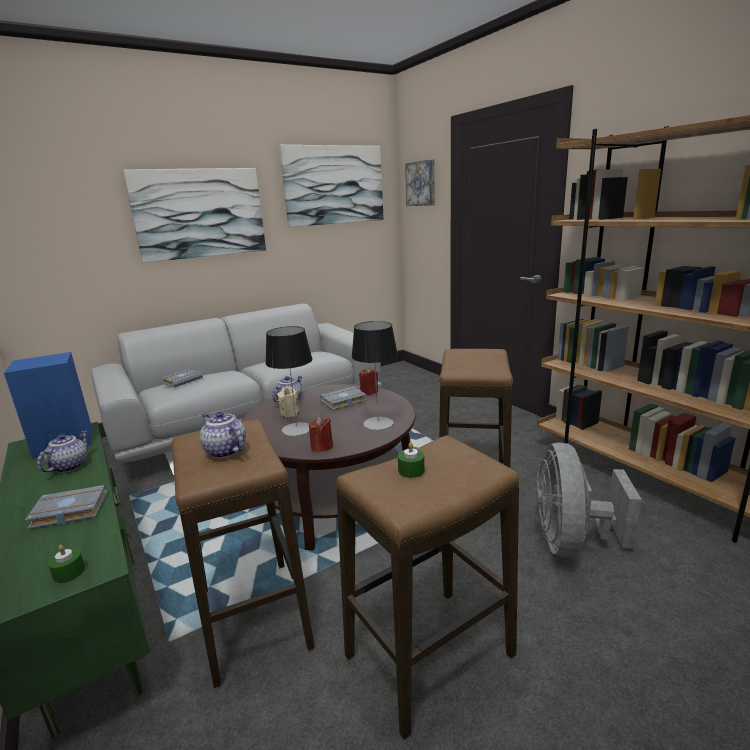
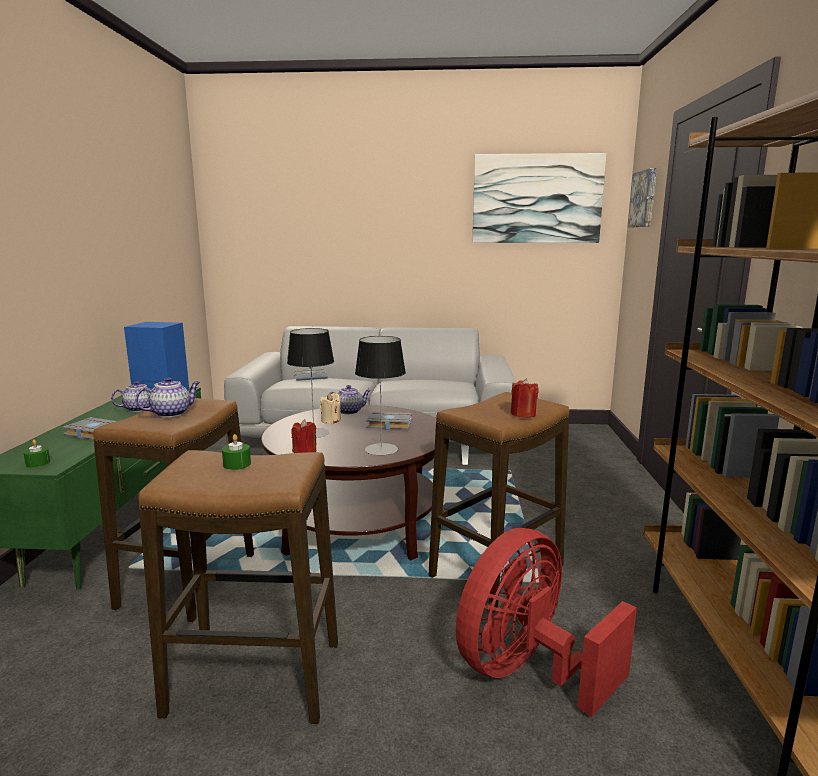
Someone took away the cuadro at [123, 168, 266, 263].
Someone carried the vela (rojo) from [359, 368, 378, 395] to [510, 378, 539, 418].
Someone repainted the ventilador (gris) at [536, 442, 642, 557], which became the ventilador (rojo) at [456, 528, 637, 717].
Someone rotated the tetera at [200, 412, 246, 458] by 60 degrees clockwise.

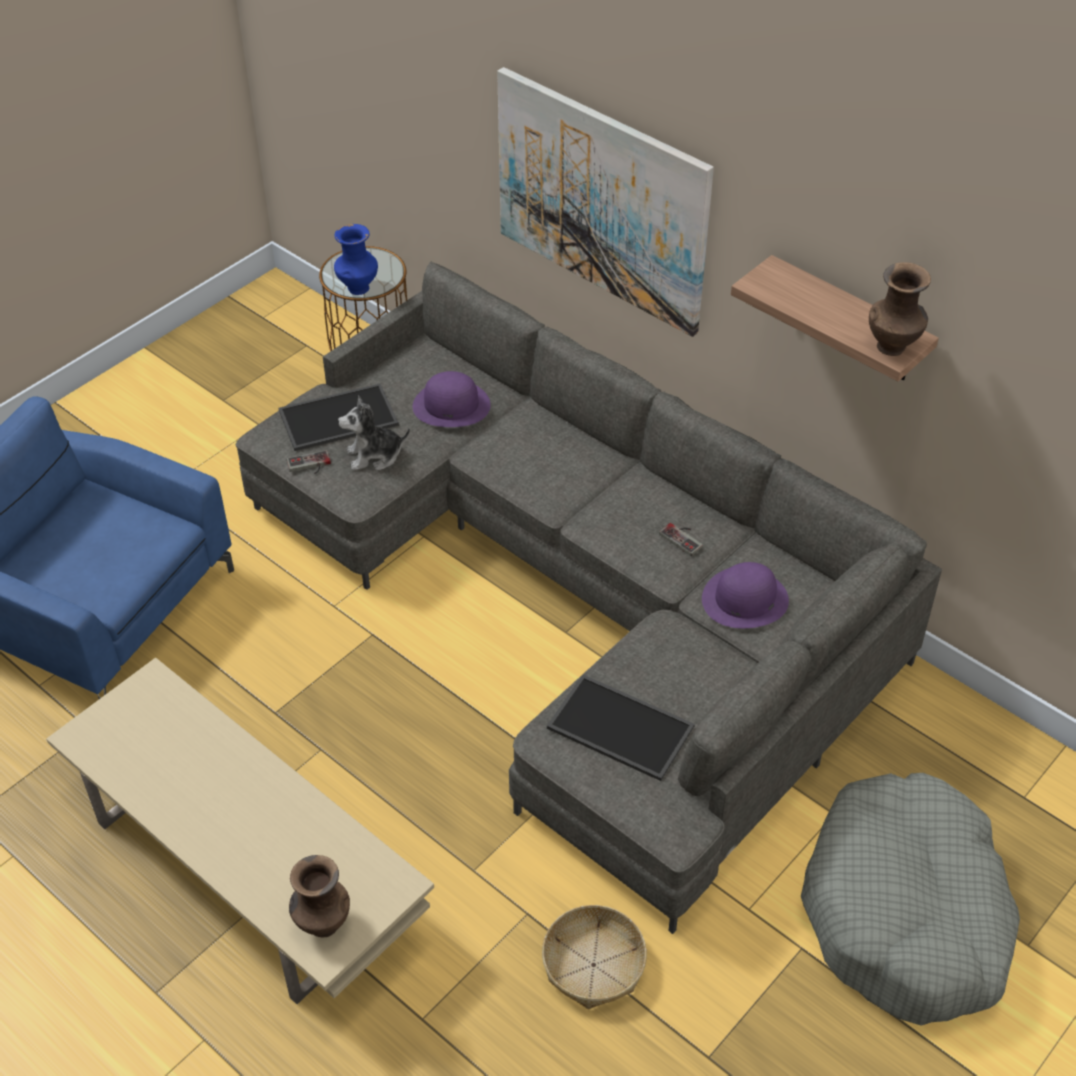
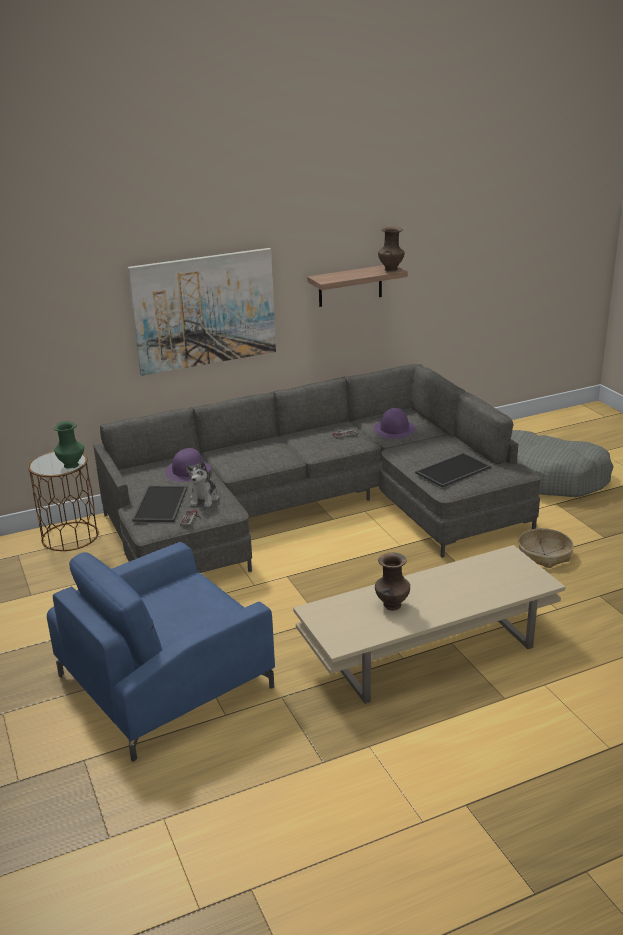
Someone carried the florero (marrón) from [289, 855, 350, 938] to [375, 553, 410, 611].
Someone repainted the florero (azul) at [334, 224, 378, 295], which became the florero (verde) at [53, 421, 84, 469].

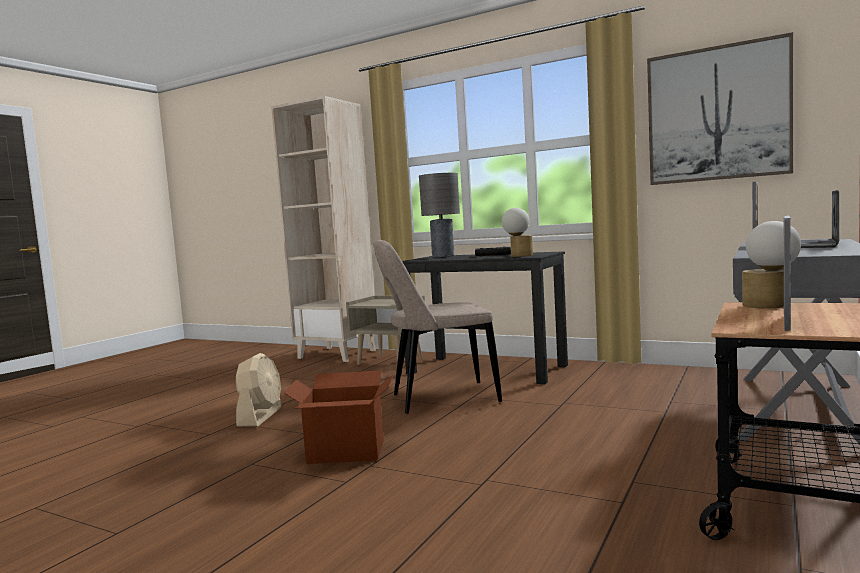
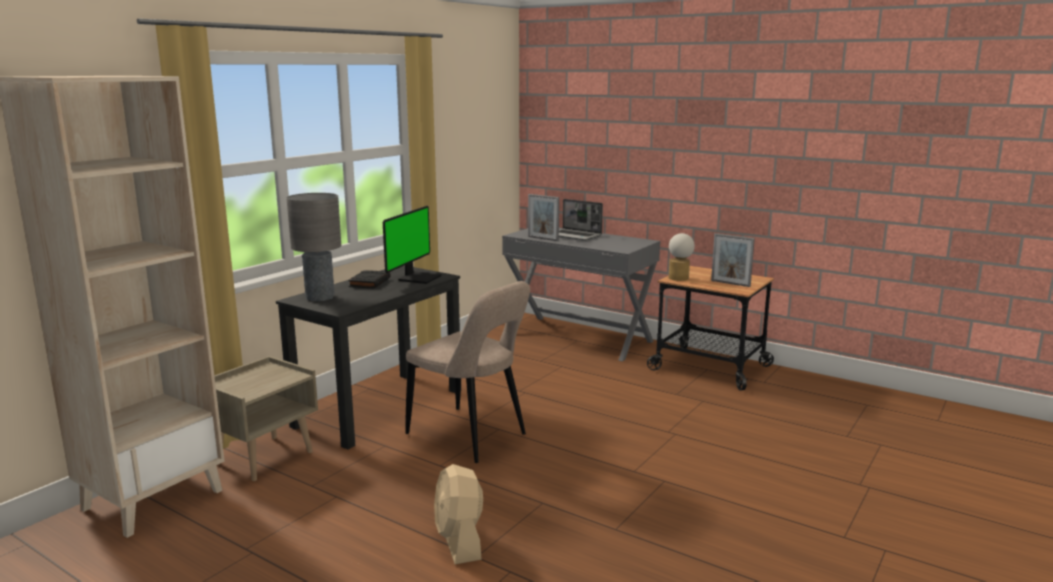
Someone took away the caja de cartón at [284, 371, 394, 464].
Someone took away the cuadro at [647, 32, 793, 185].
Someone swapped the lámpara de mesa at [502, 208, 533, 257] for the monitor at [383, 206, 442, 284].
Someone rotated the ventilador (beis) at [236, 353, 282, 427] by 120 degrees counterclockwise.
Someone rotated the silla (beis) at [373, 240, 502, 414] by 45 degrees counterclockwise.

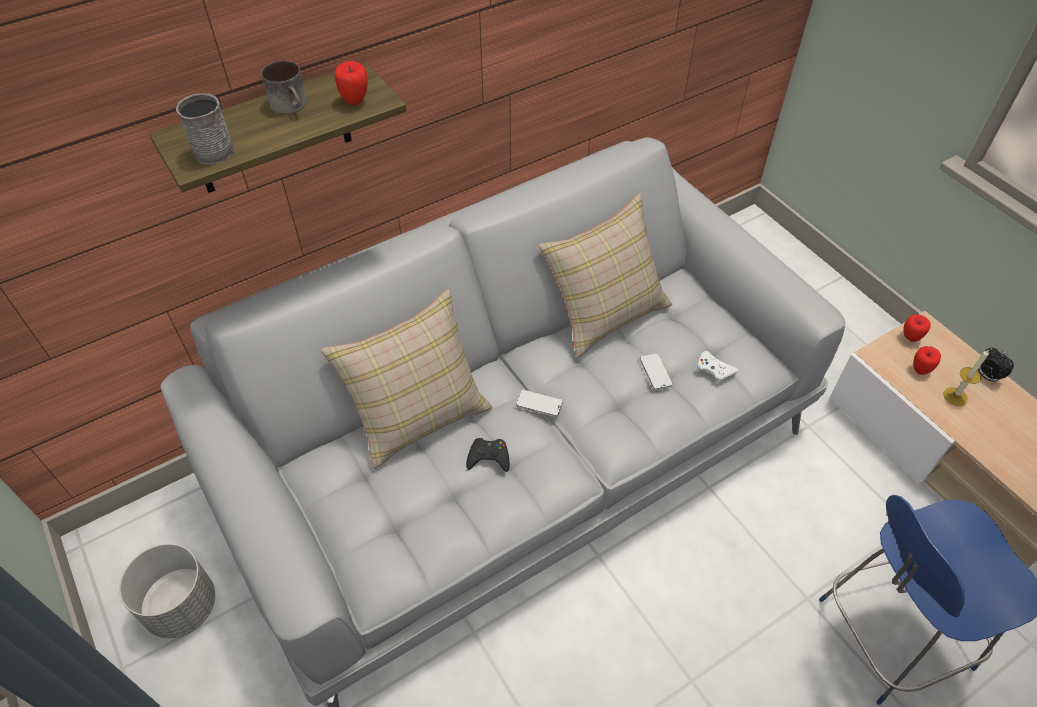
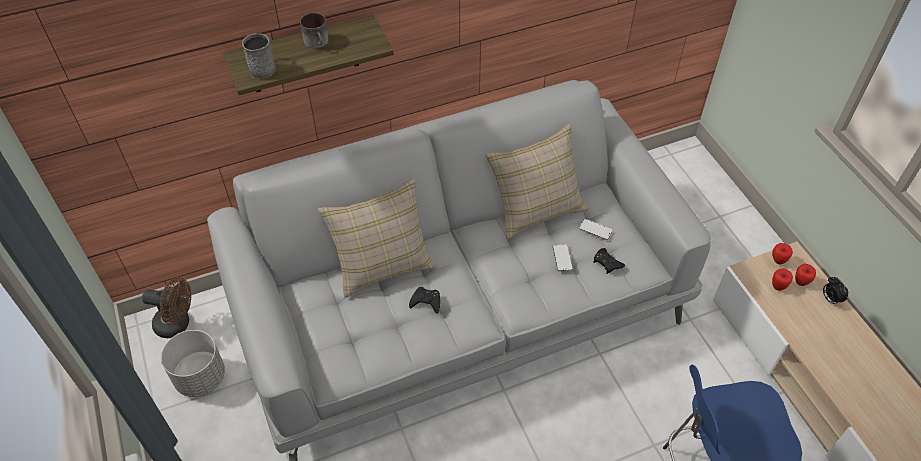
Someone took away the vela at [943, 350, 989, 406].
Someone put down the ventilador (marrón) at [142, 277, 191, 338].
Someone carried the manzana from [335, 61, 368, 105] to [795, 264, 816, 286].
Someone carried the móvil from [516, 390, 563, 417] to [579, 219, 613, 240].
Someone repainted the mando de consola (blanco) at [697, 351, 739, 384], which became the mando de consola (negro) at [593, 248, 625, 274].

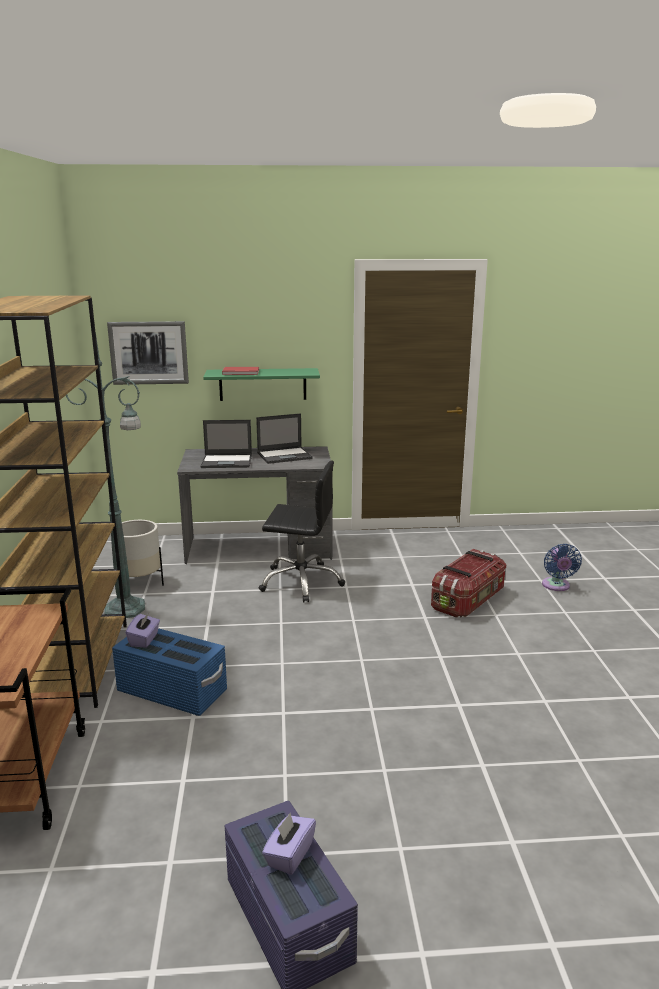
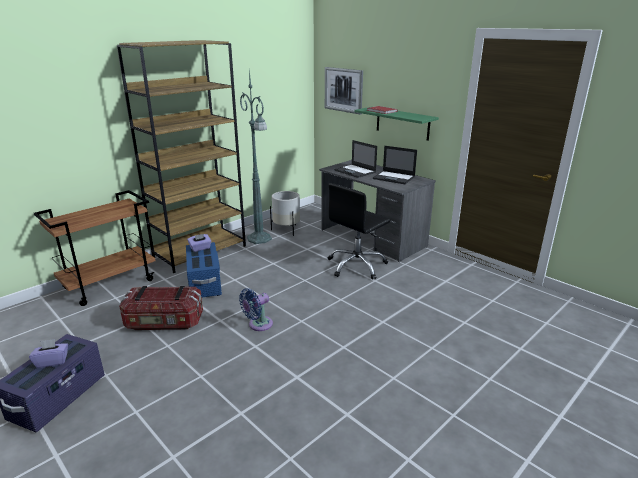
Someone carried the caja de almacenaje from [431, 549, 506, 618] to [119, 286, 203, 330].
Someone carried the ventilador (azul) from [542, 544, 582, 591] to [239, 288, 273, 331].
Someone rotated the silla de oficina (negro) at [259, 460, 345, 603] by 75 degrees clockwise.

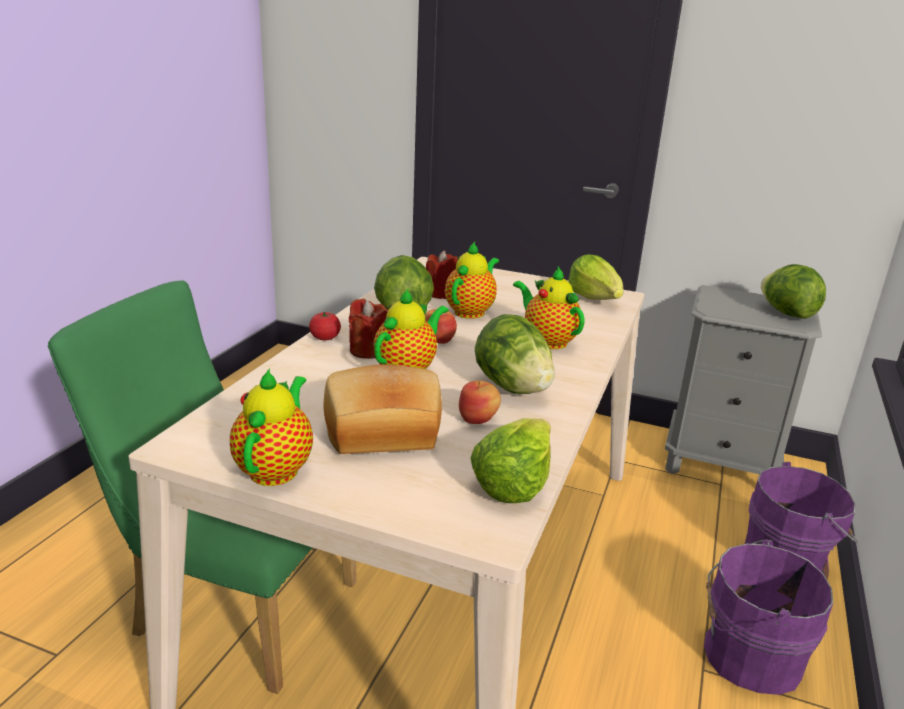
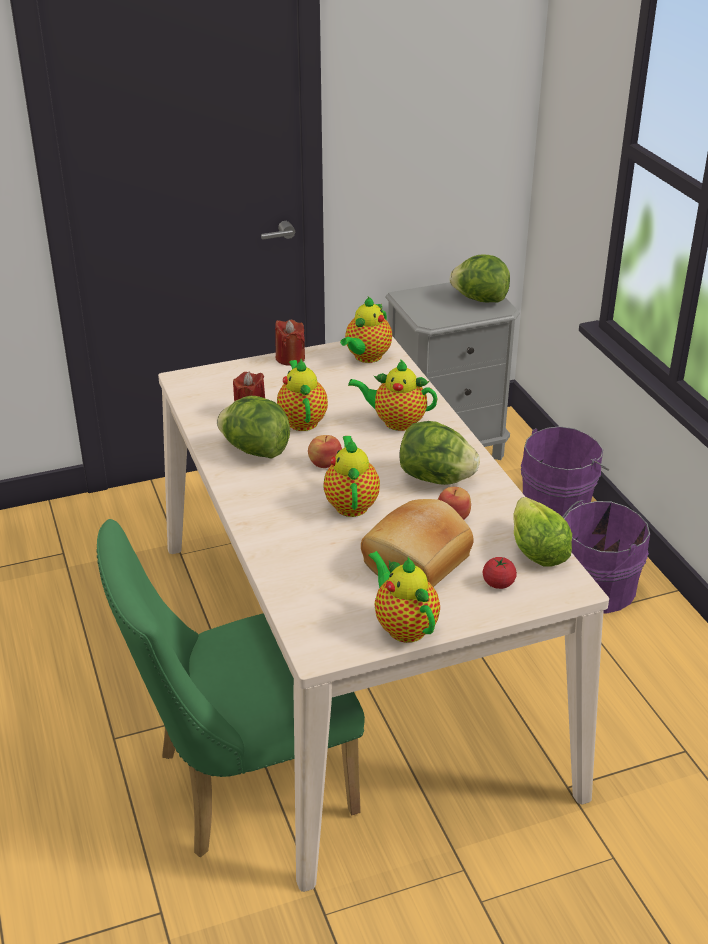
Someone carried the tomate from [309, 312, 341, 340] to [483, 557, 517, 589].
Someone carried the vela (rojo) from [349, 299, 387, 359] to [275, 320, 305, 366].
Someone swapped the lechuga at [569, 254, 624, 300] for the tetera at [340, 297, 392, 363].

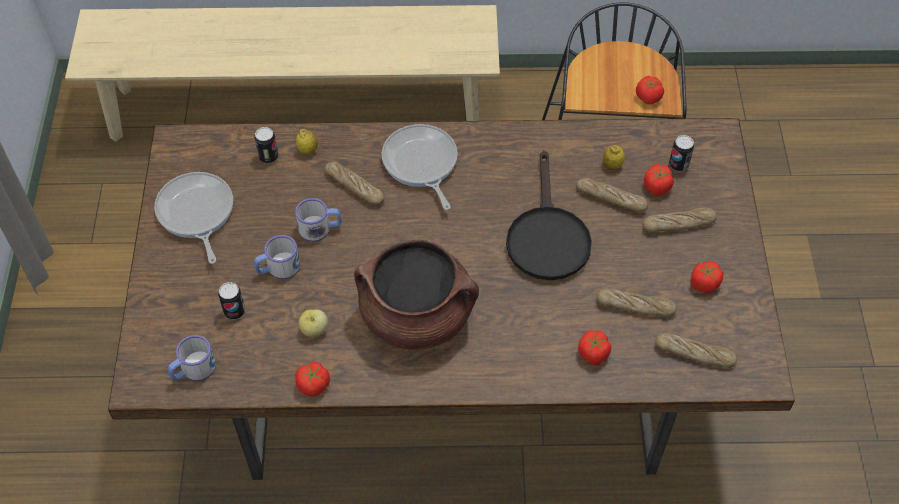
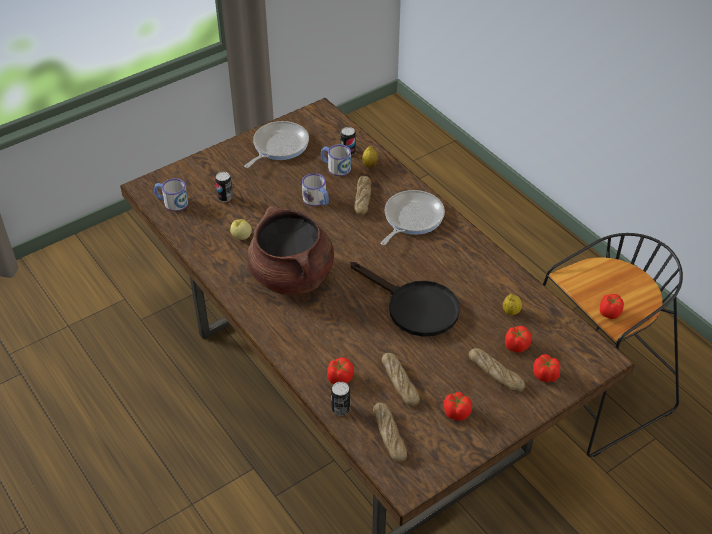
Someone took away the banco (beis) at [65, 5, 500, 142].
Someone took away the pan at [576, 178, 648, 212].
Someone carried the taza grande from [254, 235, 300, 279] to [321, 144, 351, 176].
Someone carried the tomate from [295, 362, 330, 396] to [533, 354, 560, 382].
Someone carried the lata from [669, 135, 694, 172] to [331, 382, 350, 416].
Someone rotated the sartén (negro) at [506, 150, 592, 280] by 105 degrees counterclockwise.

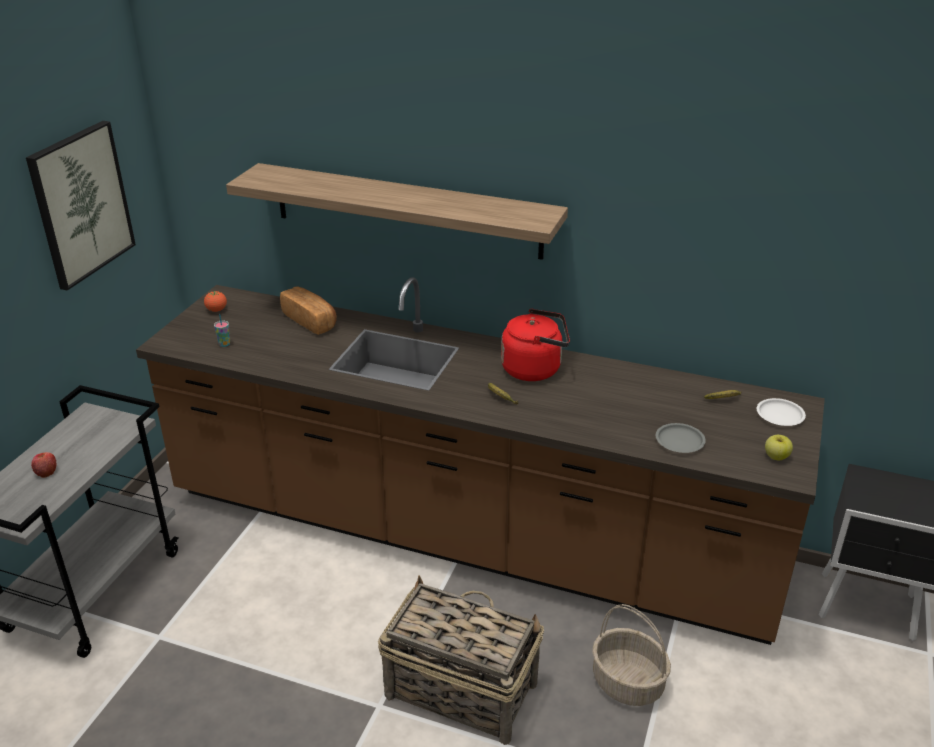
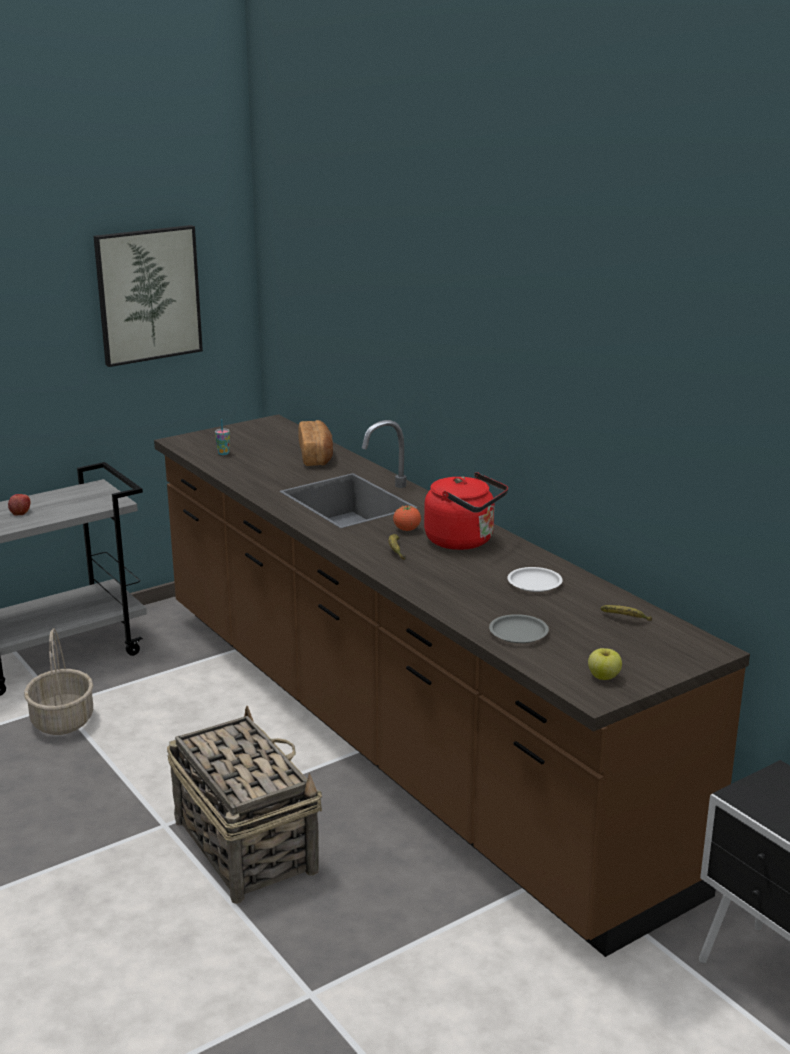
Someone took away the estante at [226, 163, 568, 260].
Someone carried the tomate from [204, 291, 227, 312] to [393, 505, 421, 531].
Someone carried the cesta from [592, 604, 671, 706] to [24, 628, 93, 735].
Someone carried the plato (blanco) from [757, 398, 806, 426] to [507, 567, 563, 592].

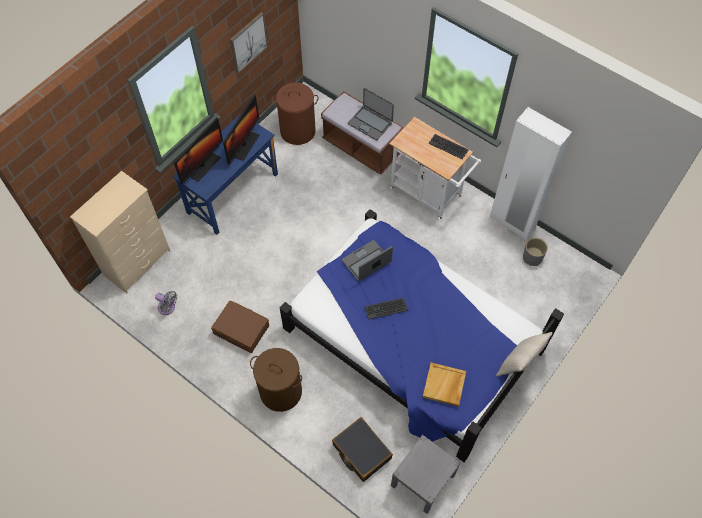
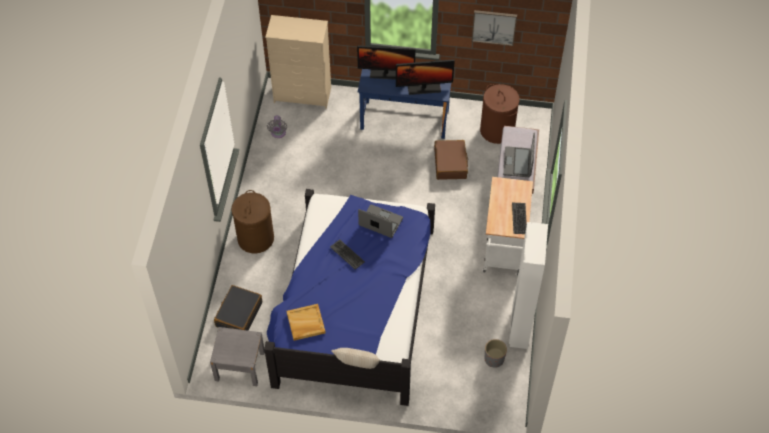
Someone carried the maleta (marrón) from [211, 300, 269, 353] to [434, 140, 468, 180].

